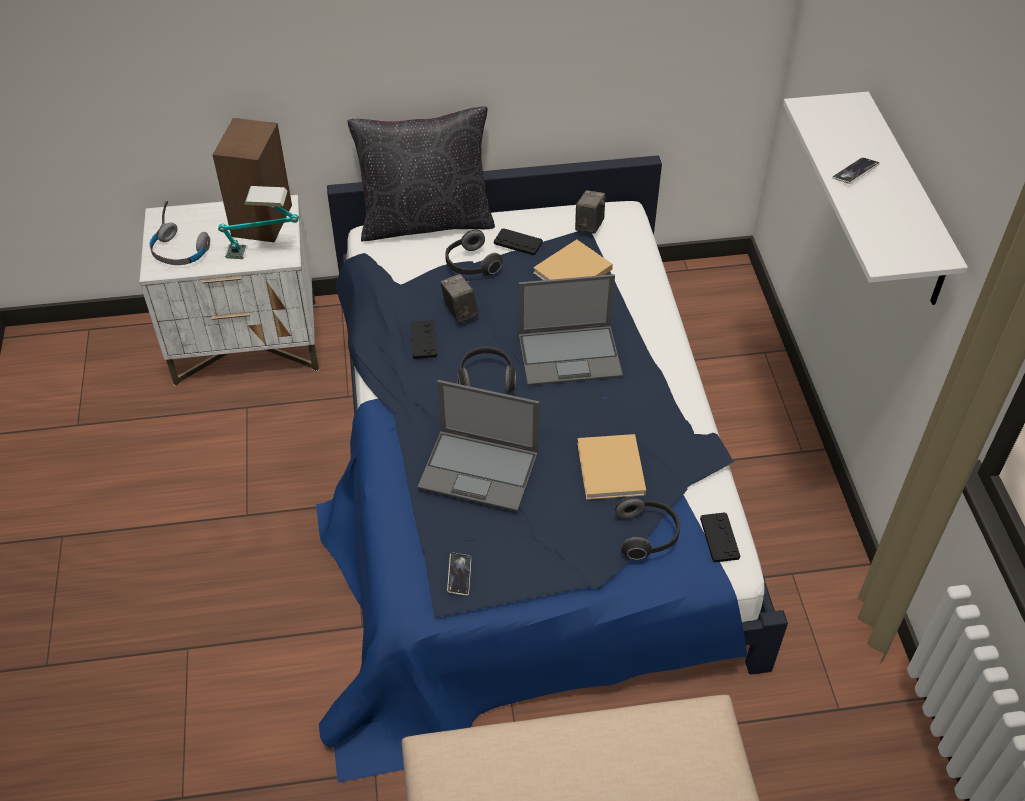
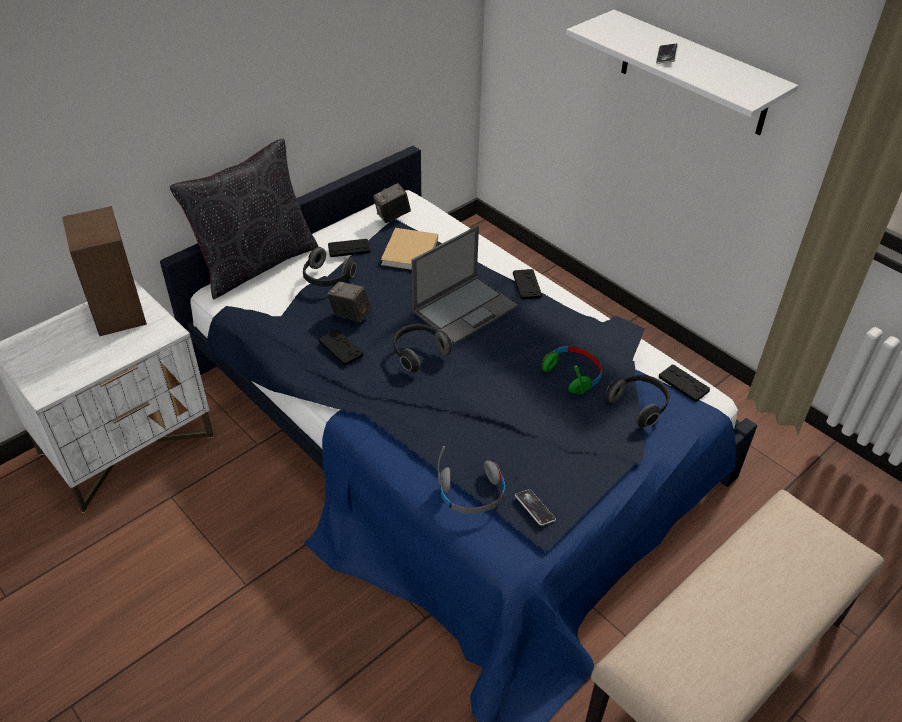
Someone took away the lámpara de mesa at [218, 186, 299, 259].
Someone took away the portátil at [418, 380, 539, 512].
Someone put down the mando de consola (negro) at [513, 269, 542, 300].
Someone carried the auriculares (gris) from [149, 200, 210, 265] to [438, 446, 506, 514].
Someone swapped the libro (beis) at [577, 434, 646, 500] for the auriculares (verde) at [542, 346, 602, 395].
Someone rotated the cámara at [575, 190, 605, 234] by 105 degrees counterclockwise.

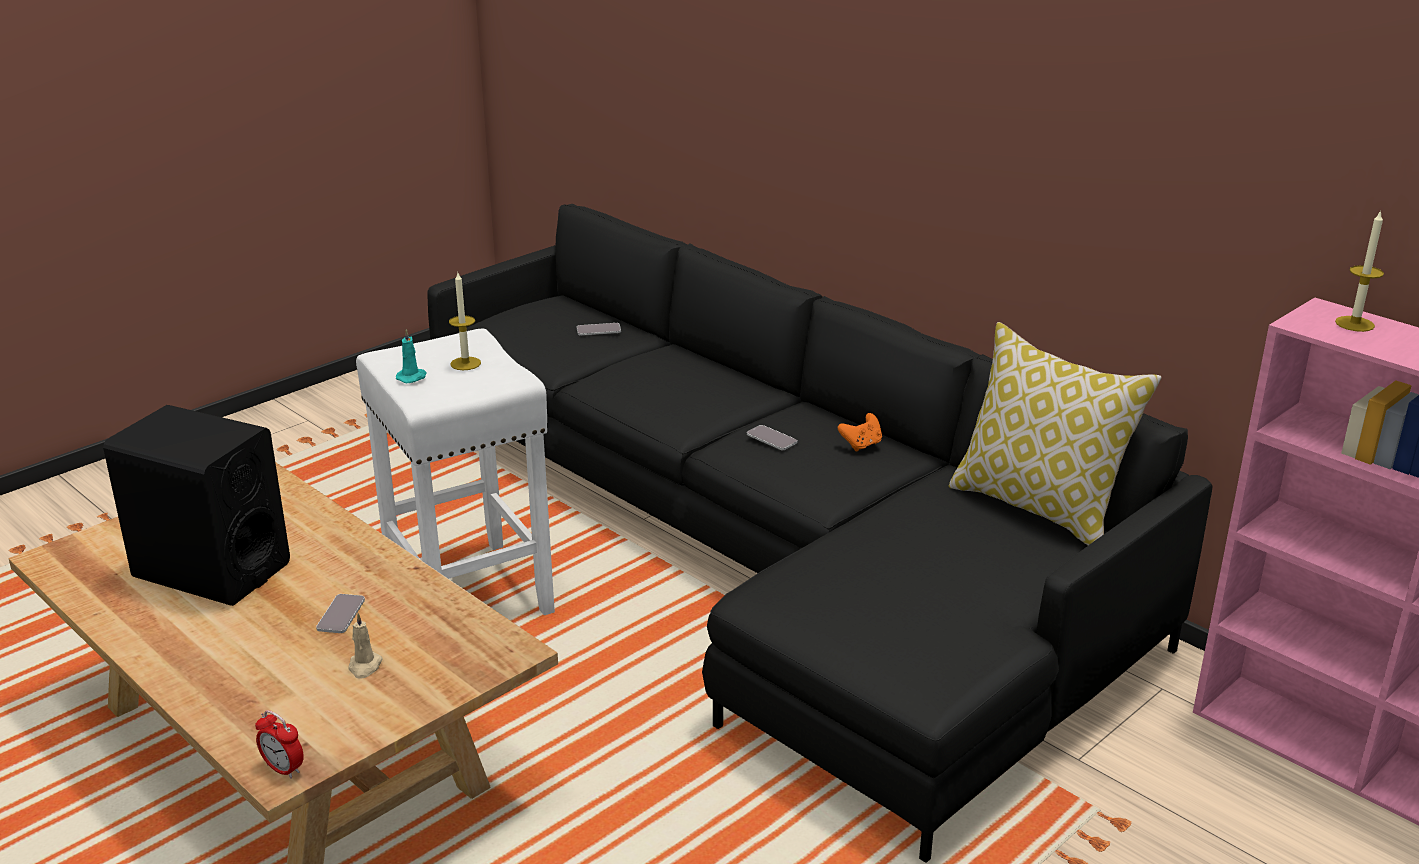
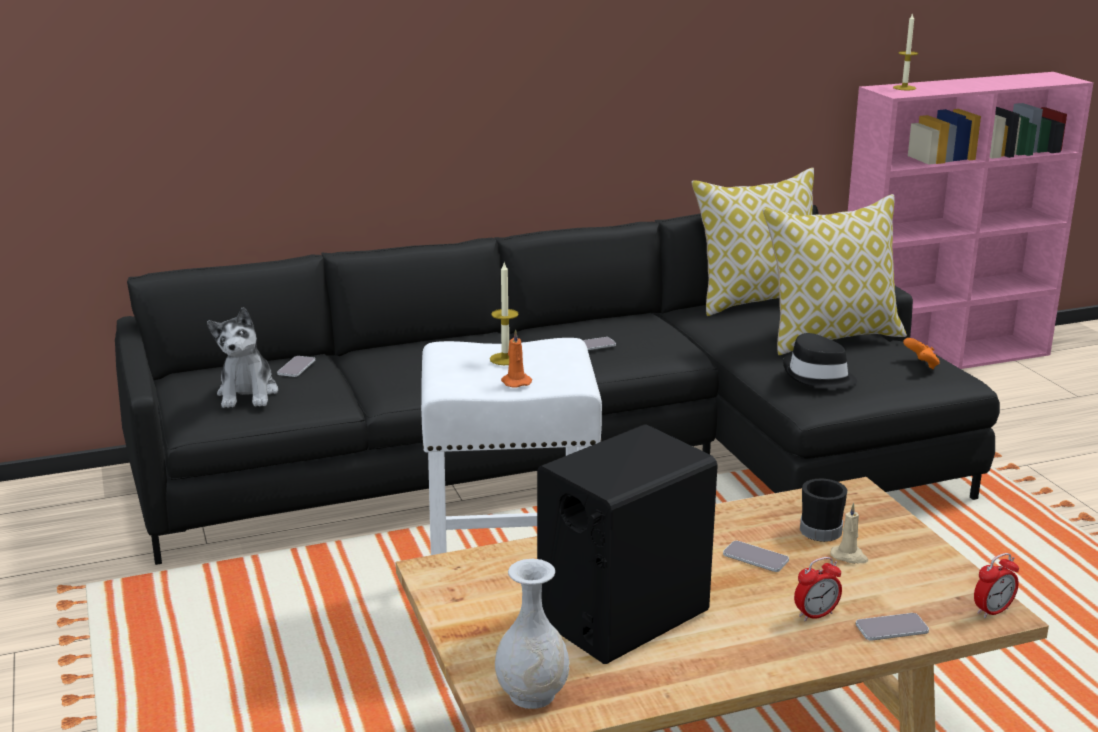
Someone put down the peluche at [207, 307, 278, 408].
Someone put down the florero (blanco) at [495, 559, 570, 709].
Someone put down the cojín at [763, 194, 907, 355].
Someone put down the sombrero (negro) at [783, 333, 857, 389].
Someone put down the despertador at [794, 557, 842, 621].
Someone put down the taza grande (negro) at [800, 478, 847, 542].
Someone put down the móvil at [856, 613, 929, 641].
Someone carried the mando de consola (naranja) from [838, 413, 882, 451] to [903, 338, 940, 369].
Someone repainted the vela (turquesa) at [396, 329, 427, 383], which became the vela (naranja) at [501, 329, 532, 388].

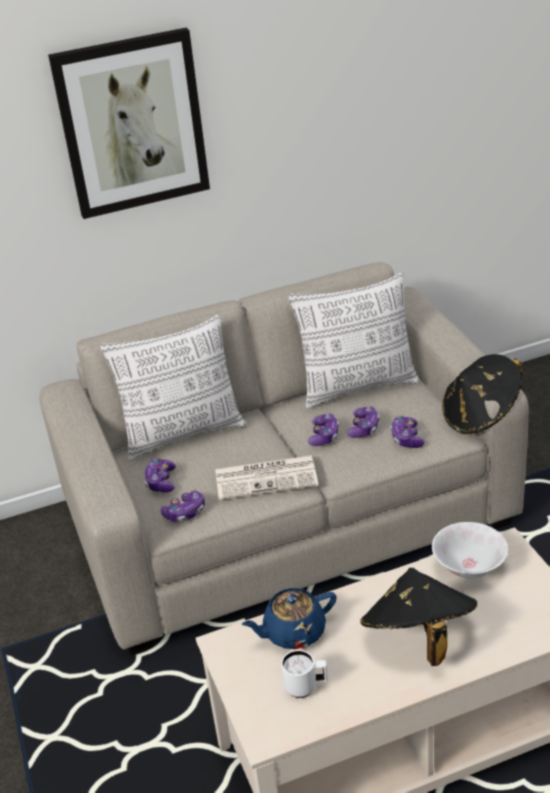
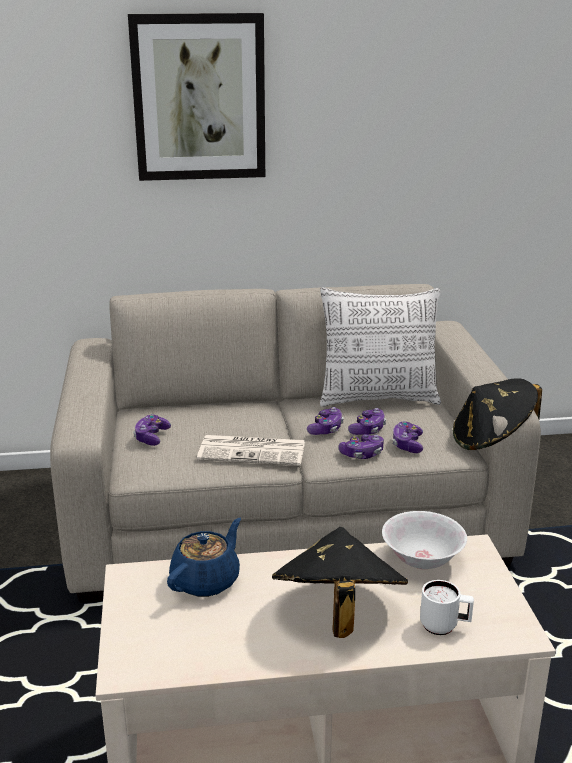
Someone took away the cojín at [100, 315, 246, 461].
Someone carried the mando de consola from [161, 491, 205, 522] to [339, 434, 384, 459].
Someone carried the taza grande (blanco) from [281, 650, 328, 698] to [420, 580, 474, 635].
Someone rotated the tetera (azul) at [242, 588, 337, 649] by 135 degrees clockwise.

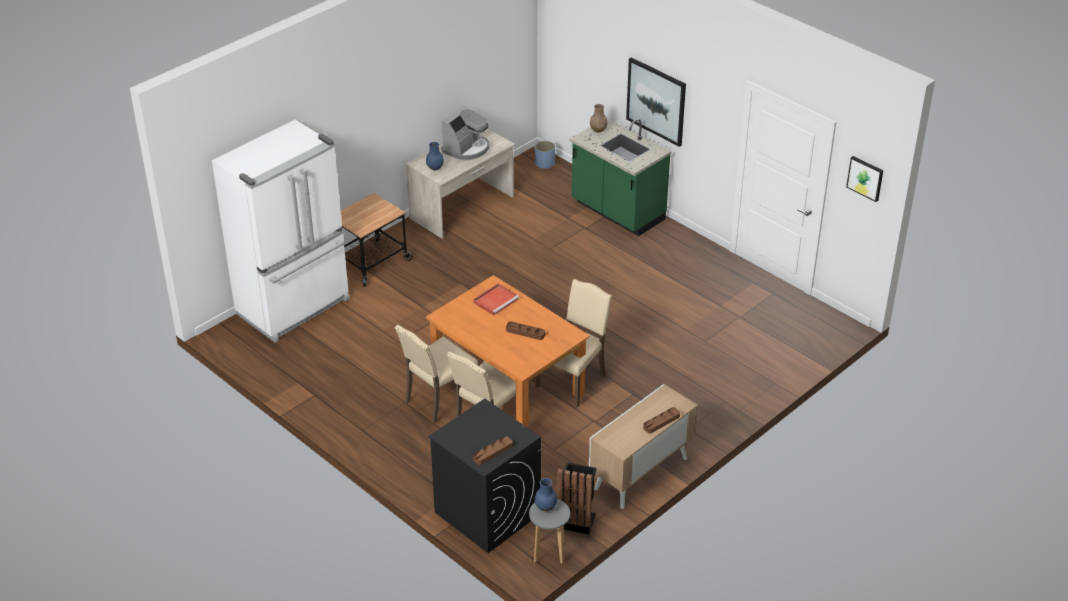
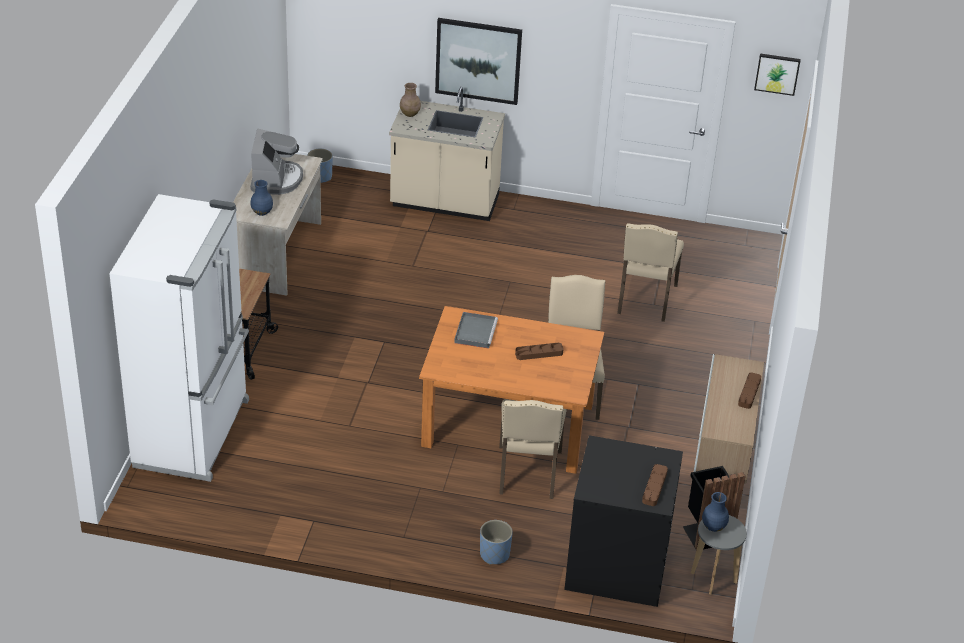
Someone put down the maceta (azul) at [480, 520, 513, 565].
Someone carried the silla (beis) from [395, 325, 478, 424] to [617, 223, 684, 322].
Someone repainted the bandeja (rojo) at [473, 283, 519, 316], which became the bandeja (gris) at [454, 312, 498, 349].
Someone repainted the mueble bajo de cocina (verde) at [570, 118, 671, 236], which became the mueble bajo de cocina (beis) at [389, 87, 505, 221].

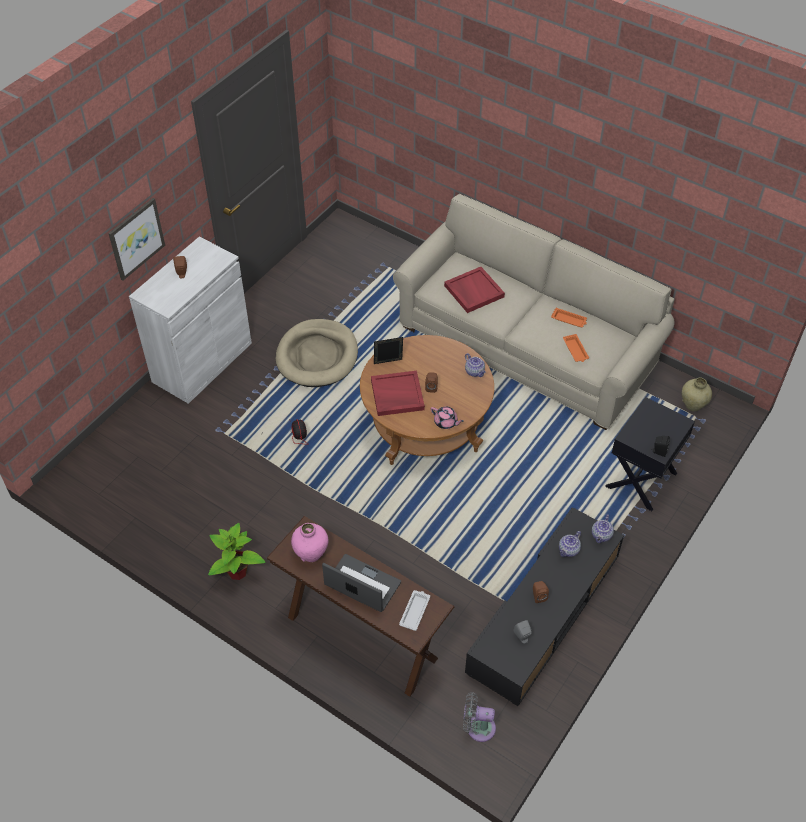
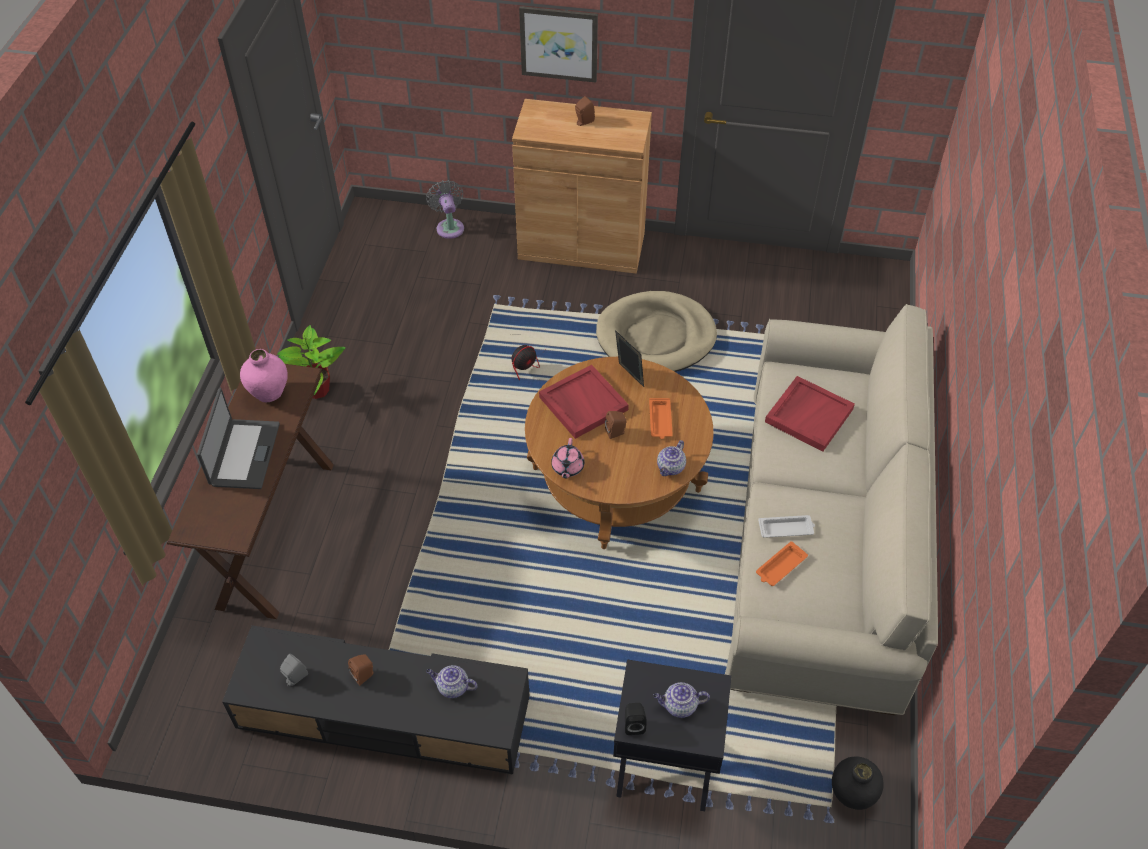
Someone carried the bandeja (blanco) from [399, 590, 430, 631] to [758, 515, 815, 538].
Someone carried the ventilador (gris) from [463, 692, 496, 742] to [426, 180, 464, 239].
Someone carried the bandeja (naranja) from [551, 308, 587, 328] to [649, 398, 673, 439].
Someone carried the tetera from [592, 514, 614, 543] to [653, 682, 710, 718].
Someone repainted the armario (blanco) at [129, 237, 252, 404], which became the armario (marrón) at [512, 99, 652, 274].
Someone repainted the florero (beis) at [682, 378, 712, 411], which became the florero (negro) at [832, 756, 884, 810].

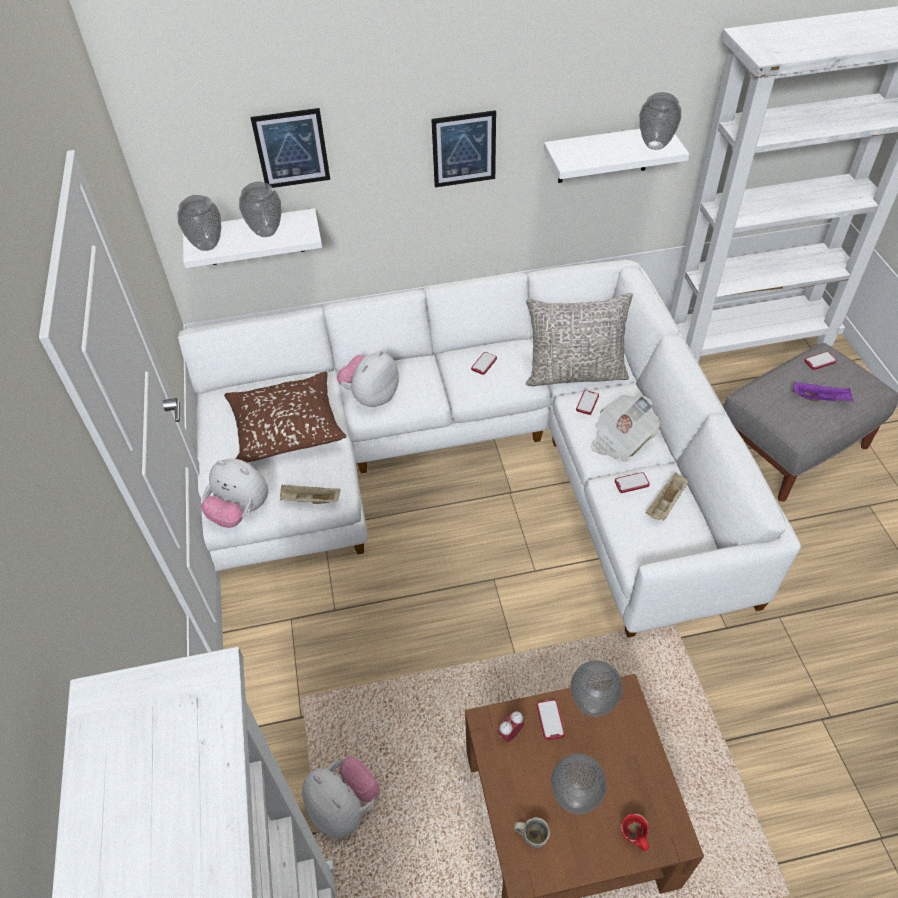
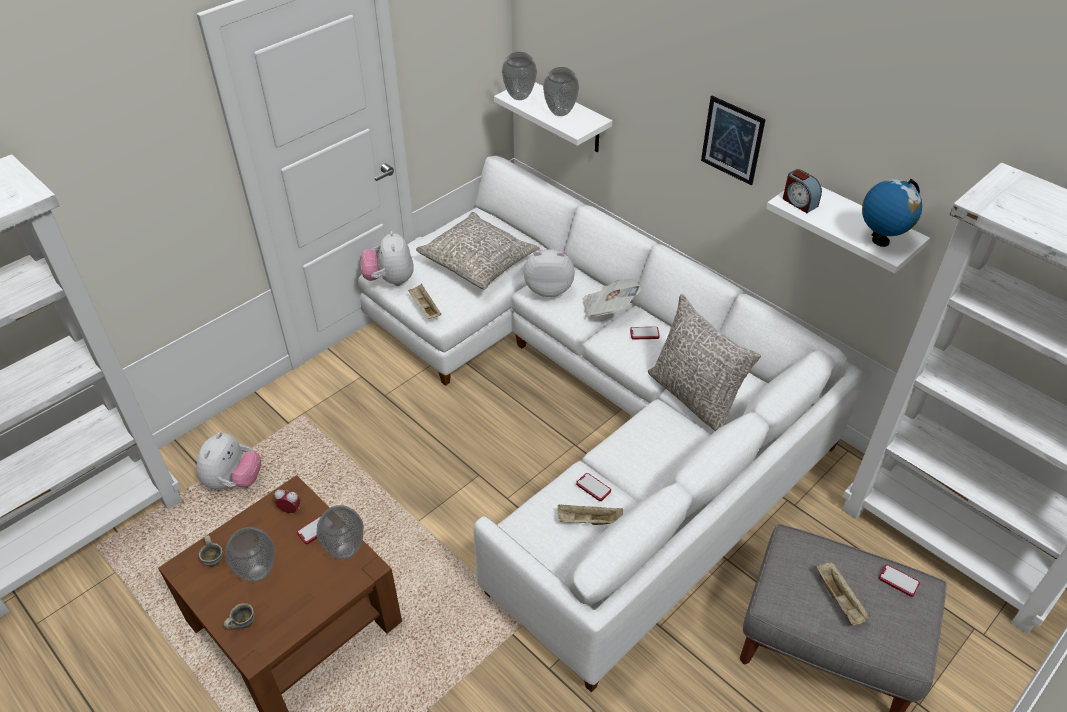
Someone took away the cuadro at [250, 108, 330, 188].
Someone took away the móvil at [576, 390, 599, 415].
Someone put down the despertador at [783, 169, 822, 213].
Someone carried the periódico from [591, 395, 660, 462] to [583, 278, 641, 317].
Someone swapped the florero at [640, 92, 681, 150] for the globo terráqueo at [862, 179, 922, 247].
Someone repainted the cojín (marrón) at [224, 372, 347, 462], which became the cojín (gris) at [416, 212, 540, 290].
Someone repainted the taza grande (rojo) at [621, 814, 649, 851], which became the taza grande (gris) at [224, 603, 255, 629].
Someone repainted the bandeja (morado) at [794, 382, 854, 402], which became the bandeja (beis) at [816, 561, 870, 626].

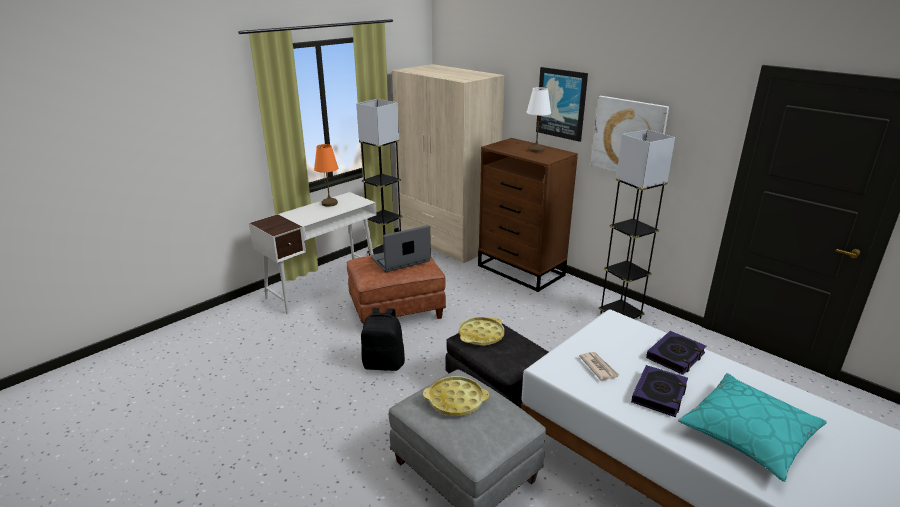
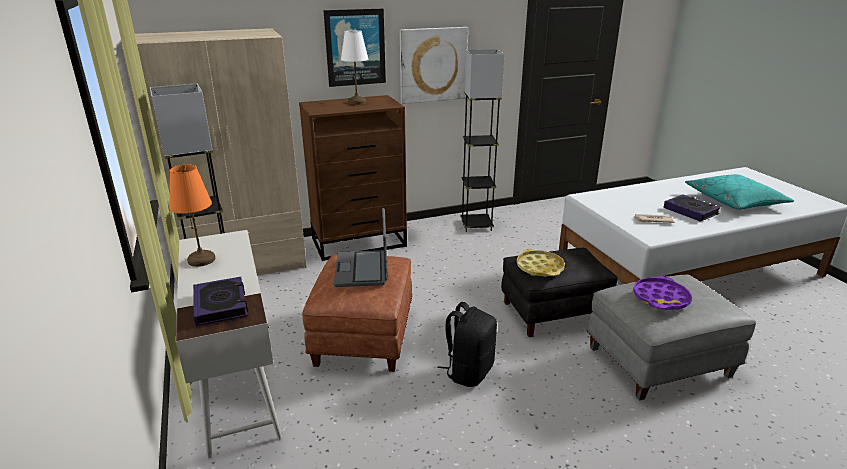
Someone carried the libro from [646, 331, 707, 375] to [193, 277, 248, 326].
Someone repainted the bandeja (amarillo) at [423, 376, 489, 416], which became the bandeja (morado) at [633, 276, 692, 310].

